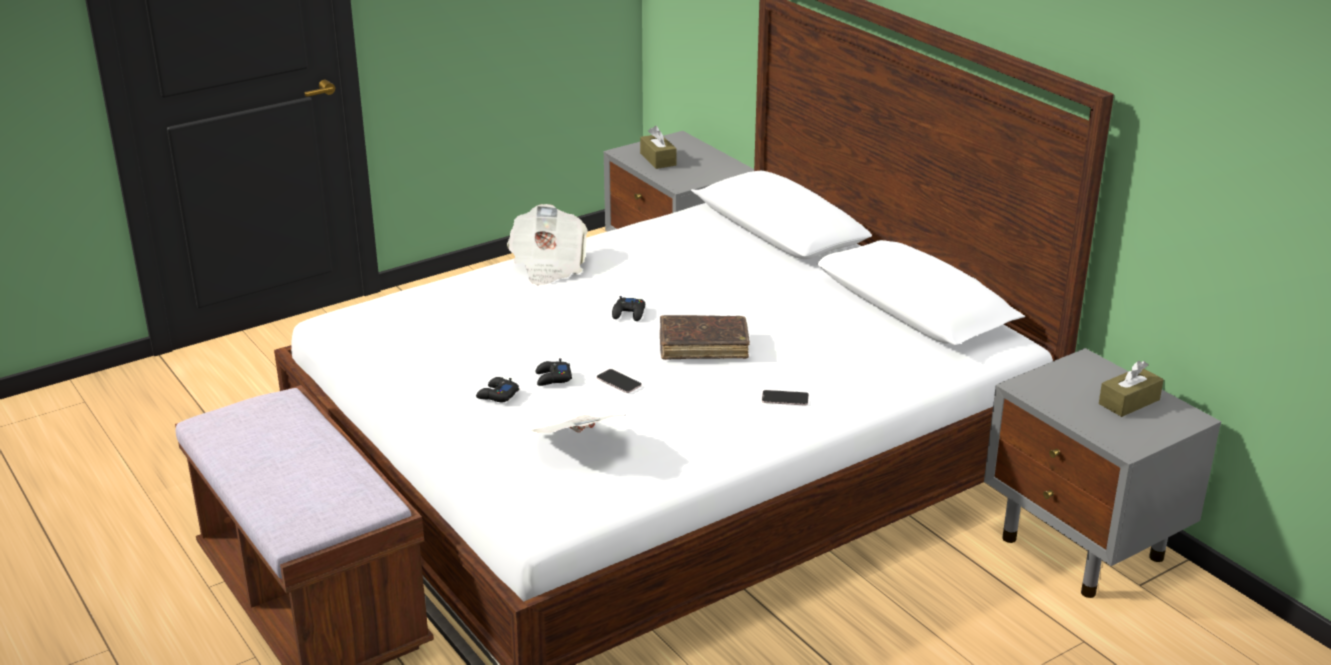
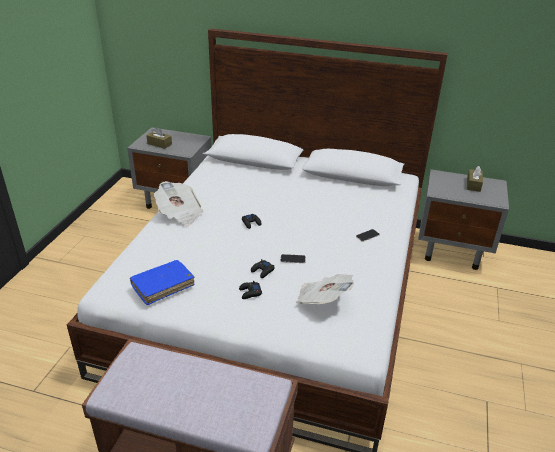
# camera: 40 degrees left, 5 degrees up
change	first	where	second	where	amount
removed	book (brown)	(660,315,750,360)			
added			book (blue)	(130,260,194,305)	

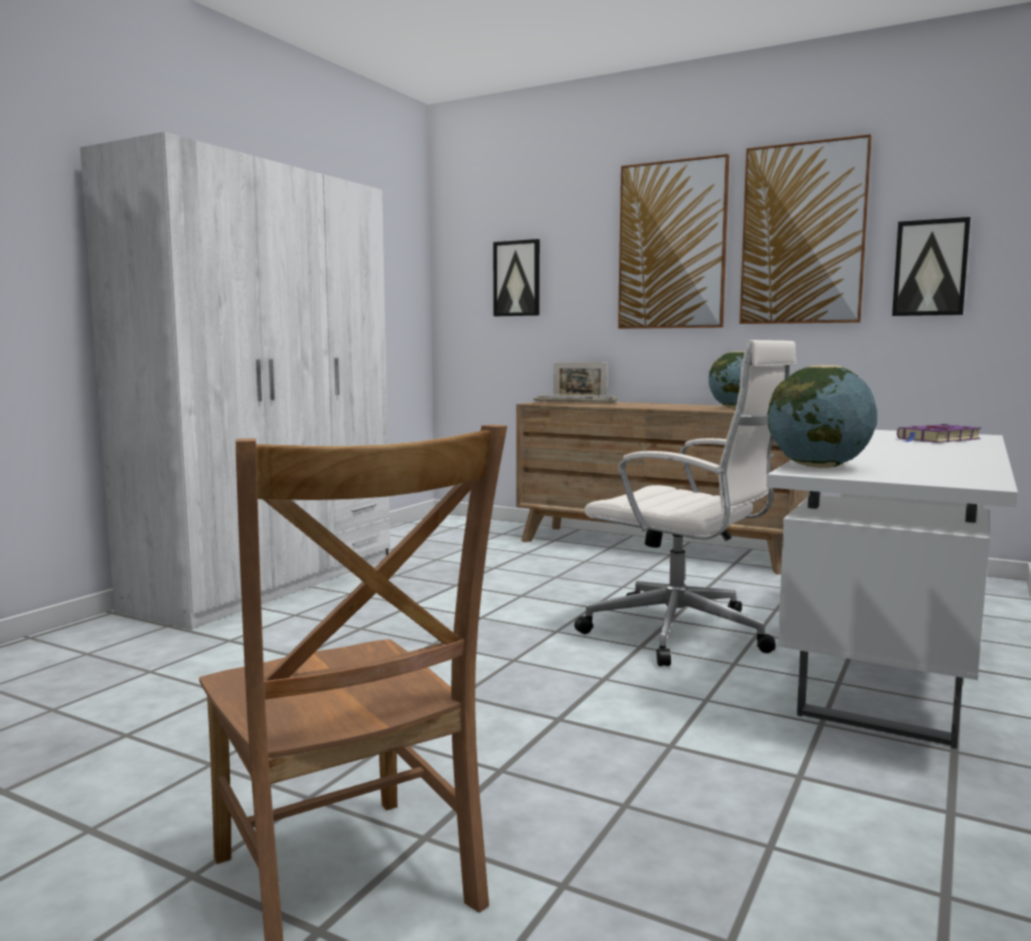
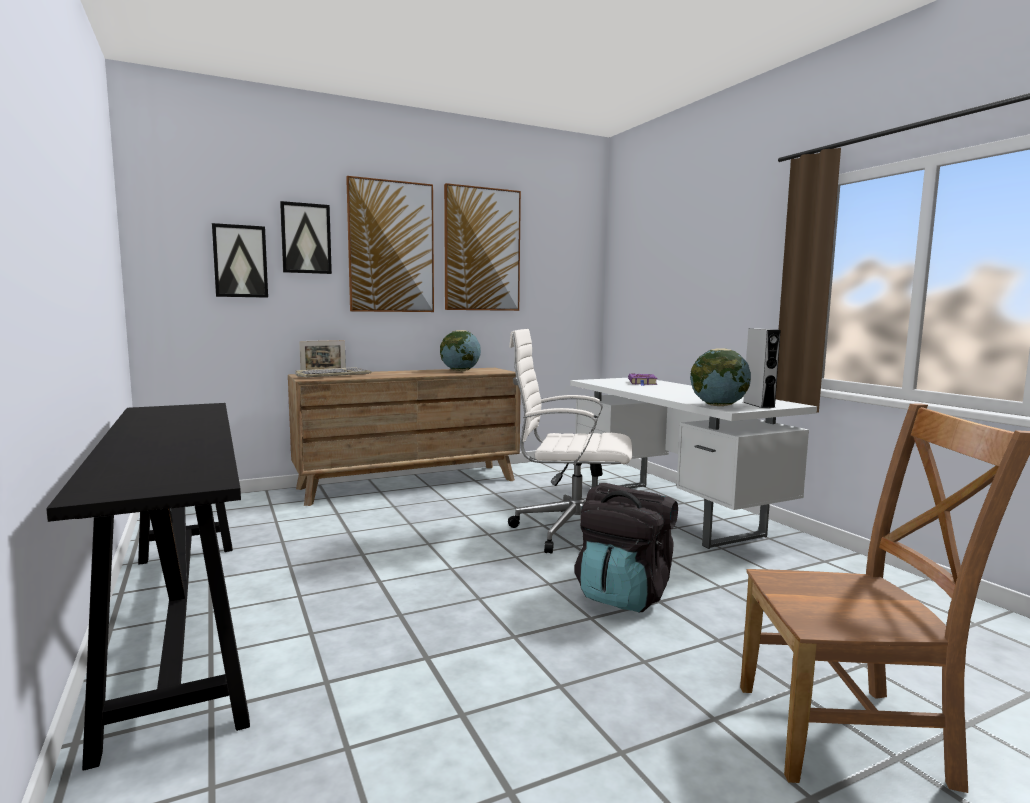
# camera: 55 degrees left, 0 degrees up
change	first	where	second	where	amount
added			backpack (black)	(575,483,678,612)	
added			speaker (grey)	(743,329,781,408)	
moved	picture	(892,217,970,316)		(280,201,332,274)	
replaced	wardrobe (white)	(80,132,390,630)	console table (black)	(46,403,250,771)	
turned	office chair (white)	(574,340,797,666)		(508,329,633,554)	150 degrees counterclockwise

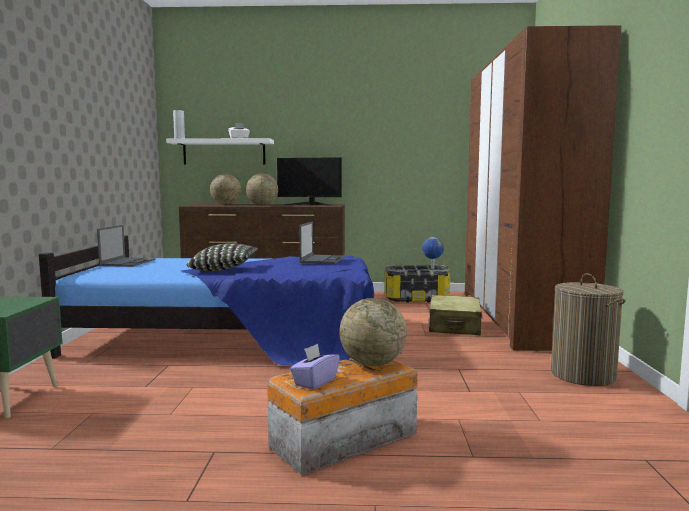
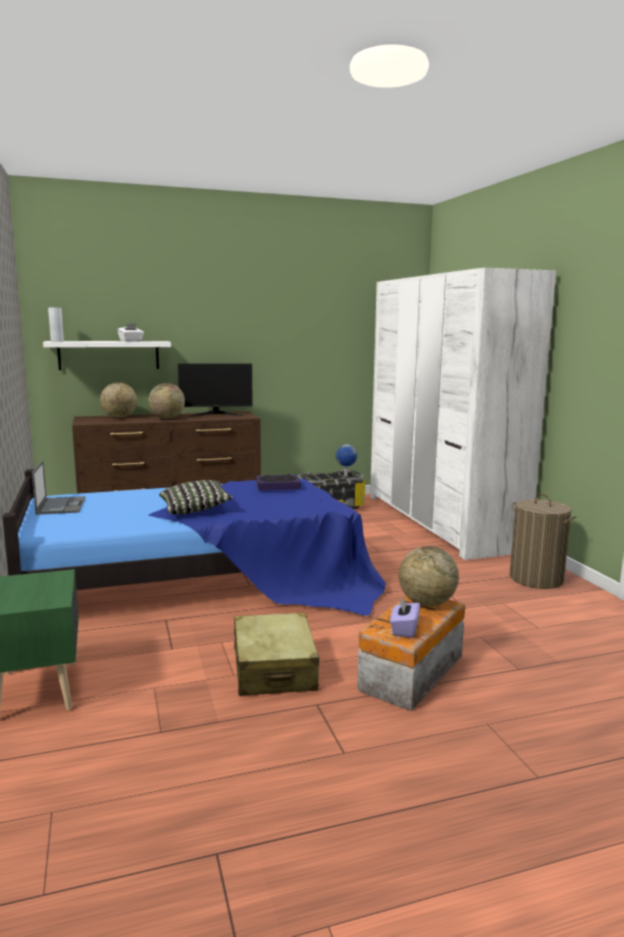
# camera: 20 degrees left, 5 degrees up
change	first	where	second	where	amount
moved	suitcase (beige)	(429,295,483,335)		(234,612,319,696)	
replaced	laptop	(299,222,345,264)	book	(256,474,301,491)	
recoloured	wardrobe (brown)	(465,25,622,351)	wardrobe (white)	(370,268,556,560)	

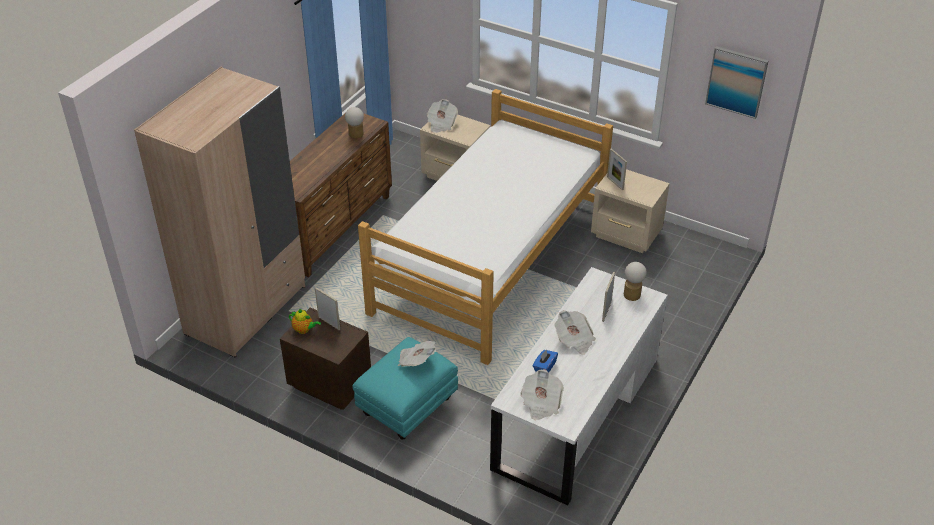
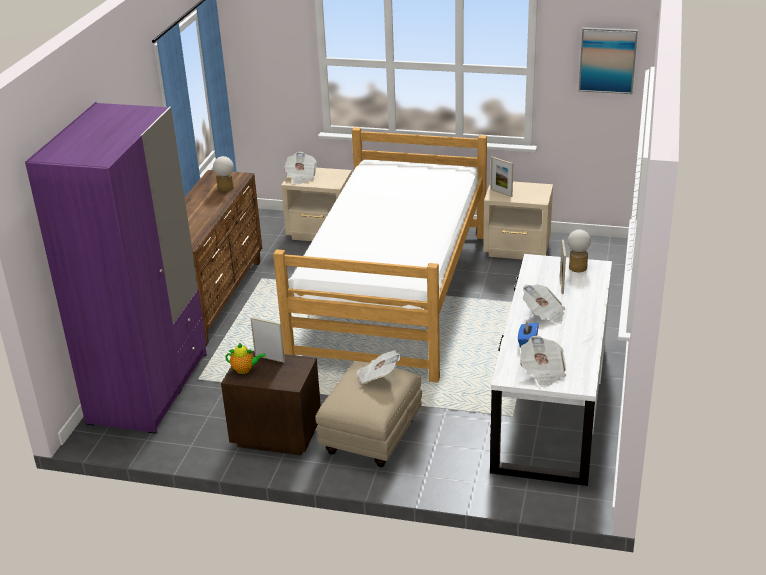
# camera: 15 degrees left, 10 degrees down
change	first	where	second	where	amount
recoloured	wardrobe (beige)	(134,66,305,357)	wardrobe (purple)	(25,102,207,434)	
recoloured	ottoman (turquoise)	(352,337,458,440)	ottoman (beige)	(315,361,422,467)	

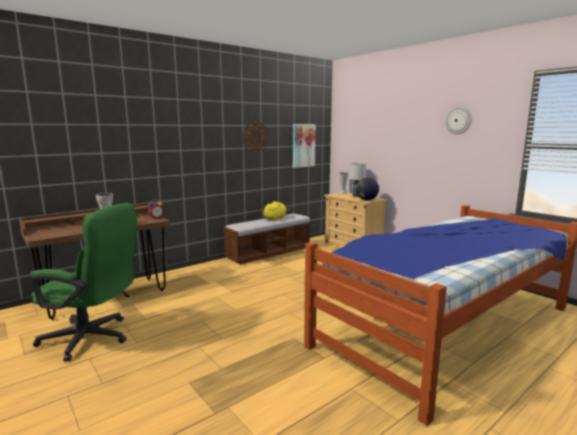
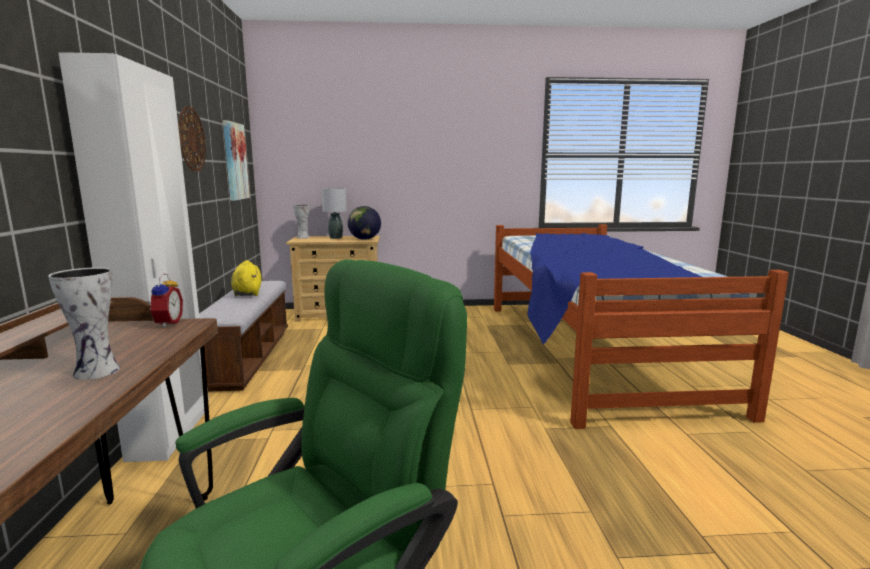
# camera: 55 degrees left, 0 degrees up
change	first	where	second	where	amount
removed	wall clock	(446,107,472,134)			
added			wardrobe (white)	(58,52,209,462)	

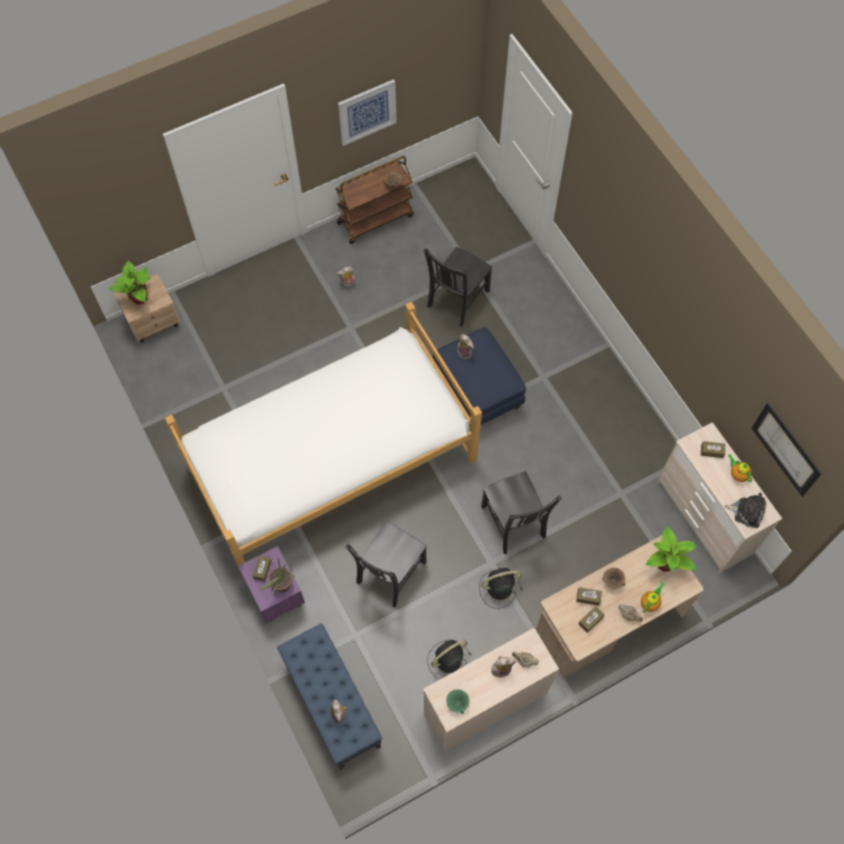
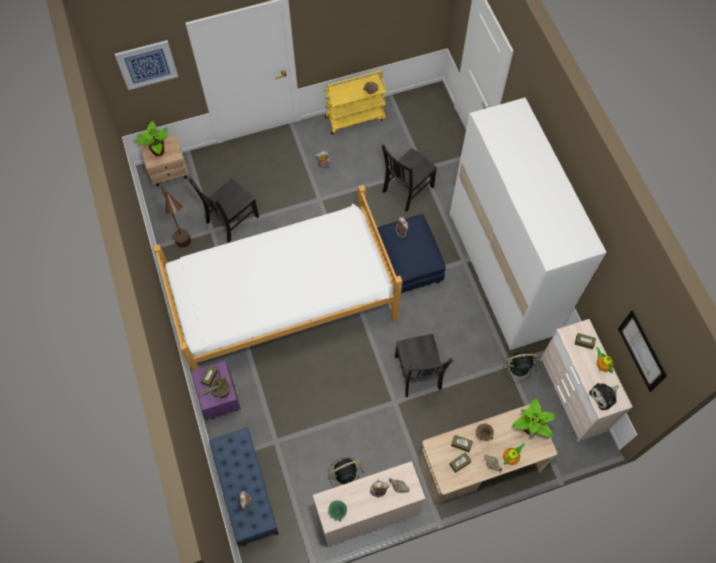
# camera: 10 degrees right, 0 degrees up
change	first	where	second	where	amount
added			floor lamp (brown)	(160,185,191,248)	
added			wardrobe (white)	(449,97,607,350)	
moved	picture	(338,79,397,146)		(115,40,178,90)	
moved	chair (black)	(345,521,427,607)		(188,178,259,243)	
moved	fan (black)	(479,568,522,609)		(503,351,539,383)	
recoloured	cart (brown)	(335,156,414,244)	cart (yellow)	(325,70,386,135)	
turned	plush toy	(725,493,766,528)		(589,383,618,410)	120 degrees clockwise

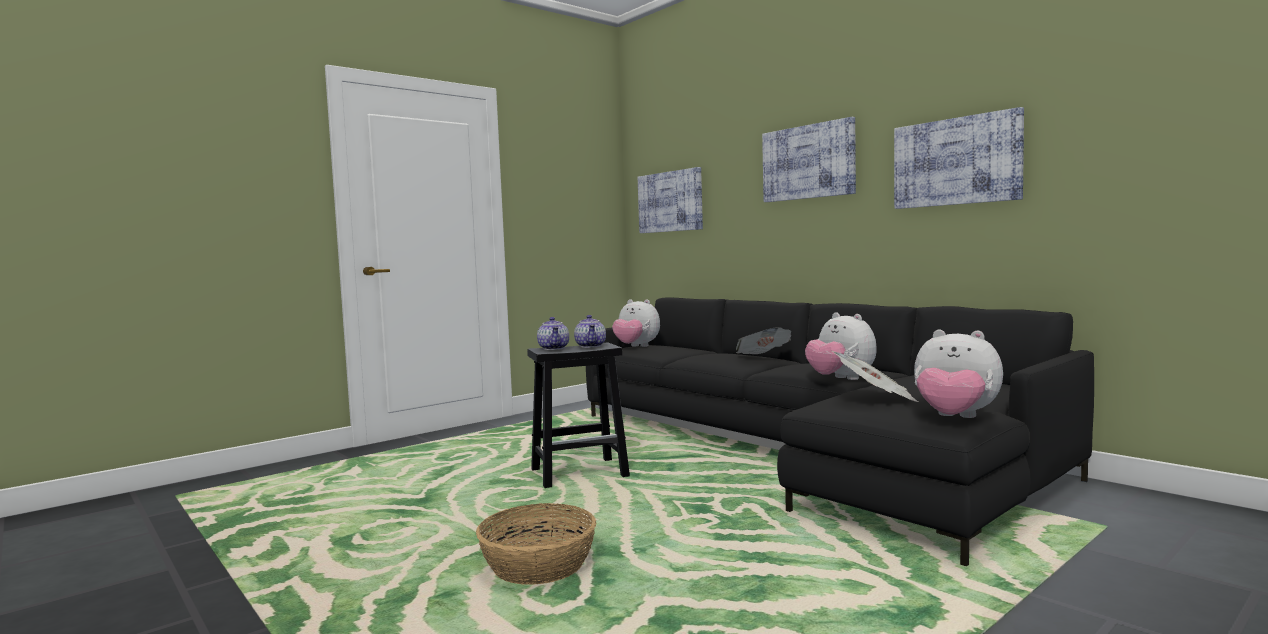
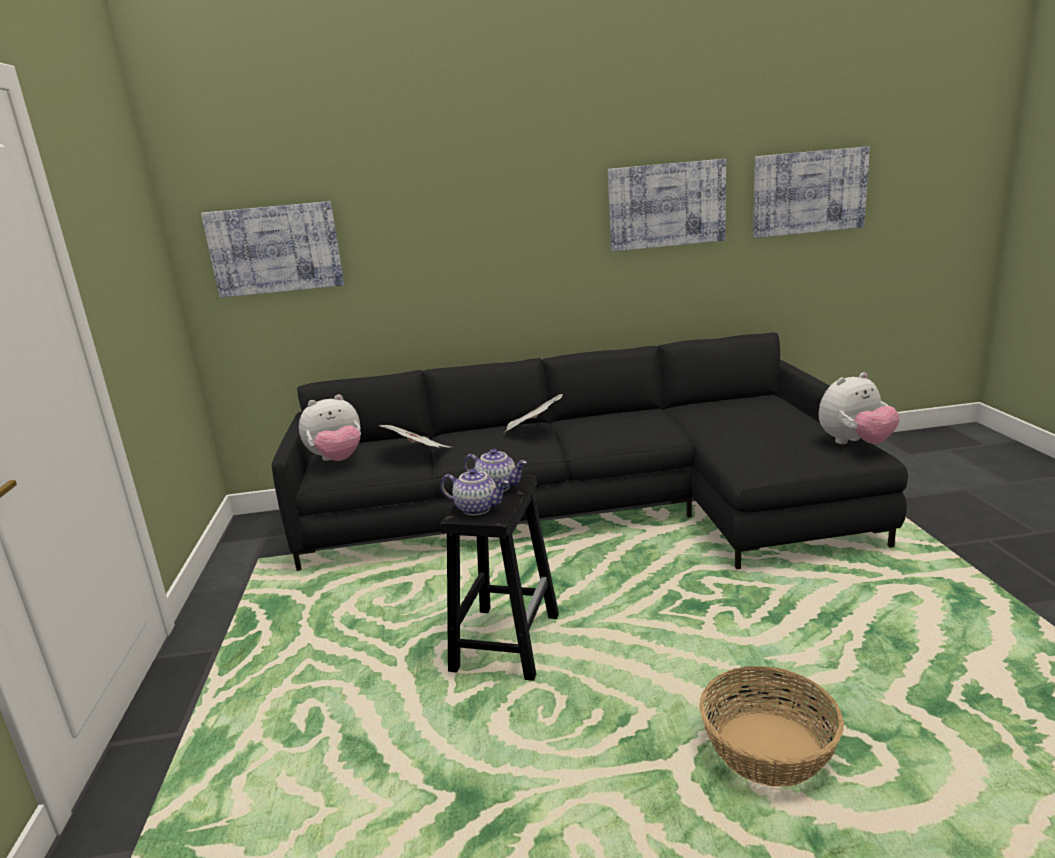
# camera: 55 degrees left, 15 degrees up
change	first	where	second	where	amount
removed	plush toy	(805,312,877,380)			
moved	picture	(762,117,856,202)		(753,146,870,238)	
moved	newspaper	(832,351,918,402)		(380,425,449,448)	

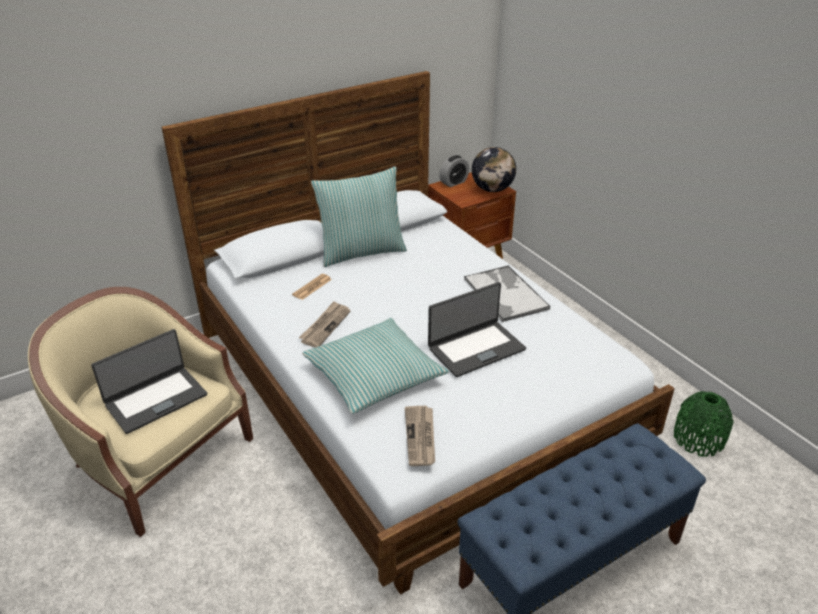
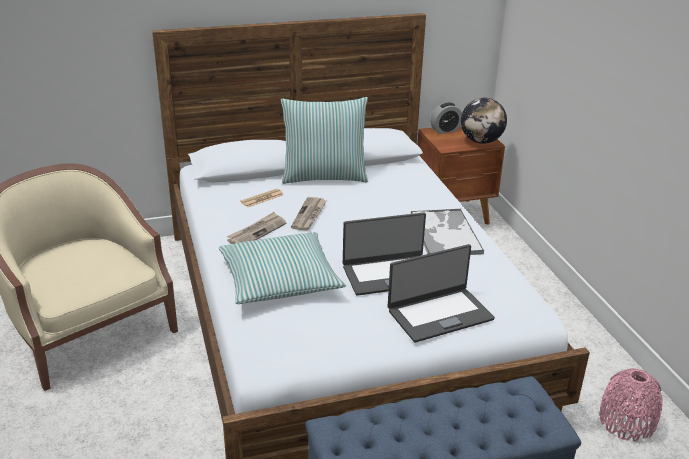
# camera: 15 degrees right, 5 degrees down
change	first	where	second	where	amount
moved	laptop	(91,329,207,434)		(388,244,495,342)	
moved	newspaper	(405,405,435,466)		(291,197,327,231)	
recoloured	vase (green)	(674,391,734,457)	vase (pink)	(599,368,663,441)	

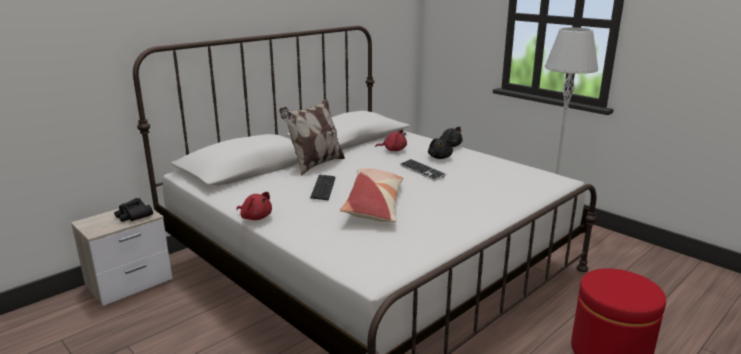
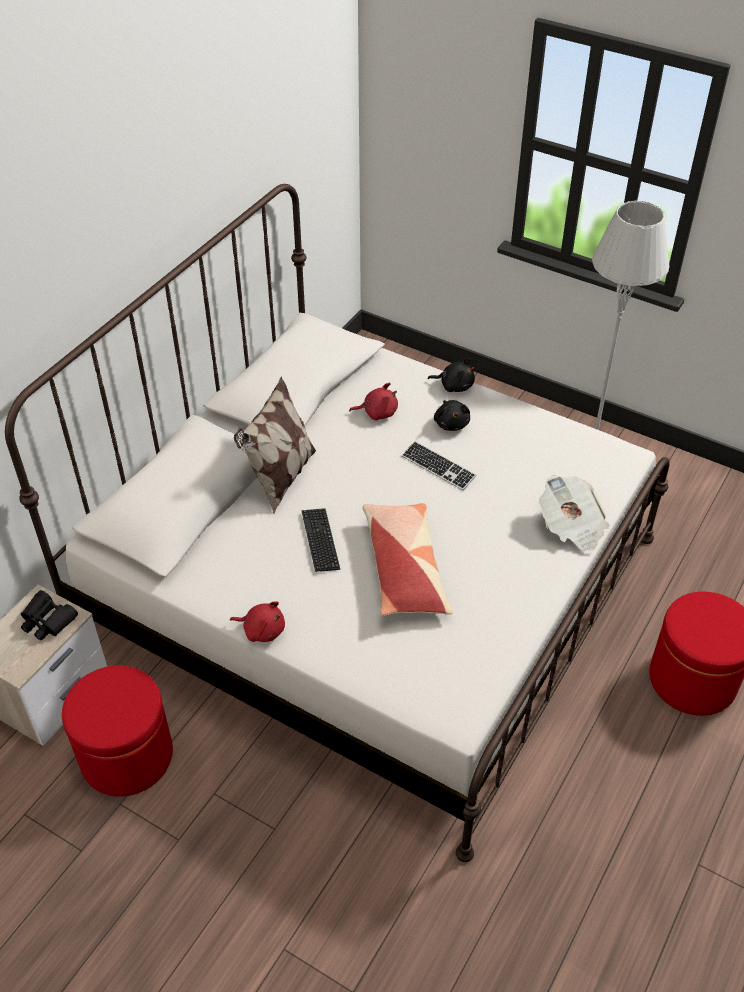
# camera: 15 degrees left, 25 degrees up
change	first	where	second	where	amount
added			ottoman (red)	(62,665,173,797)	
added			newspaper	(539,475,610,554)	

